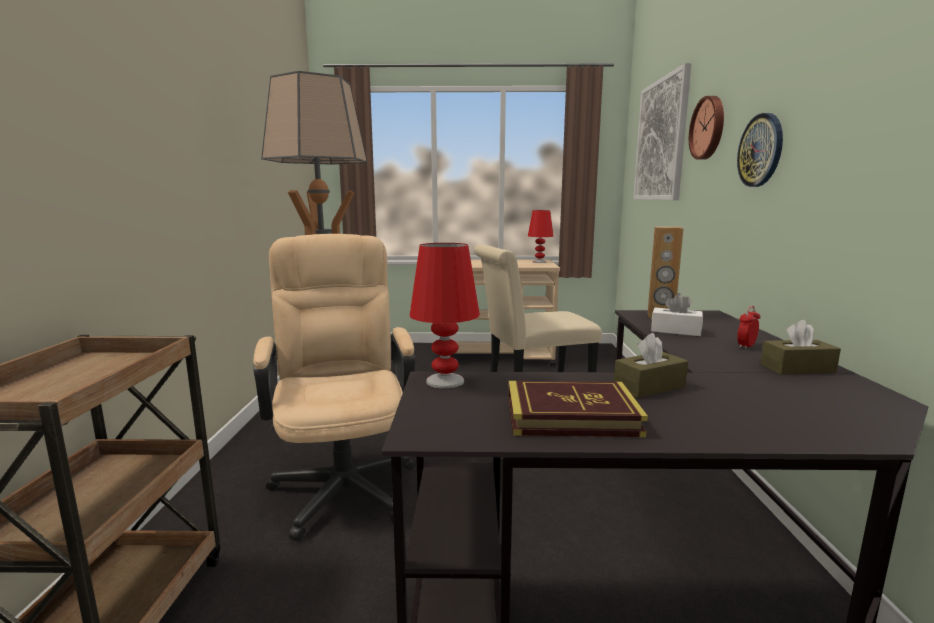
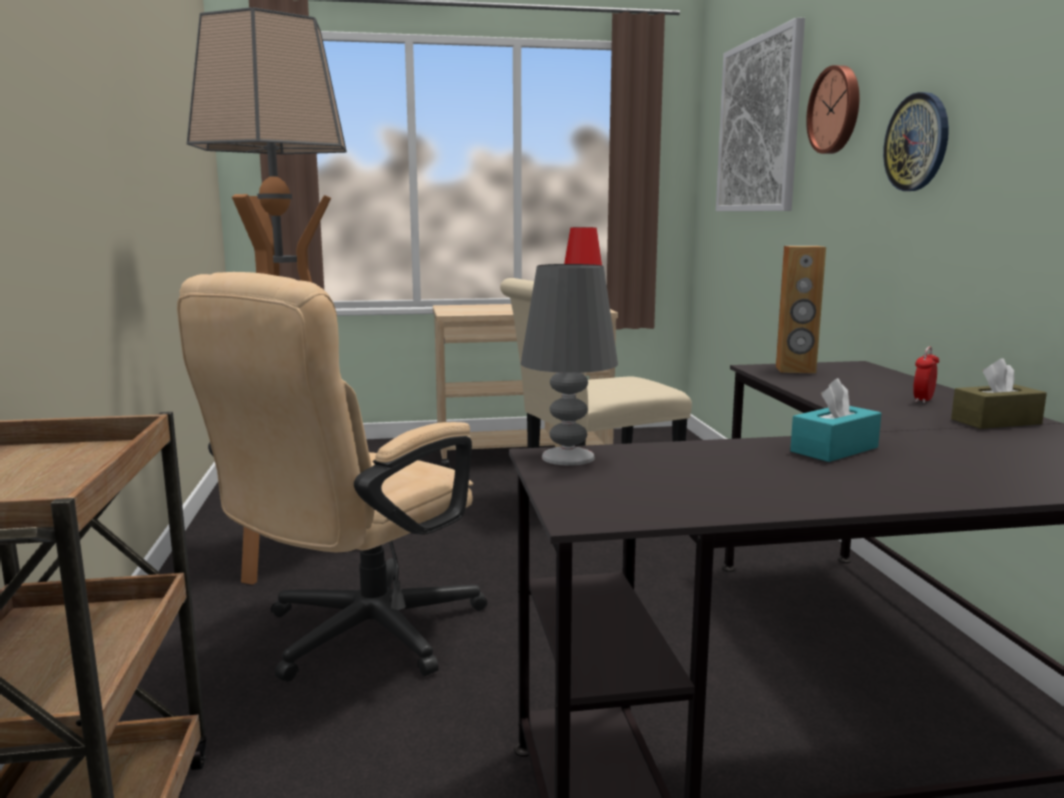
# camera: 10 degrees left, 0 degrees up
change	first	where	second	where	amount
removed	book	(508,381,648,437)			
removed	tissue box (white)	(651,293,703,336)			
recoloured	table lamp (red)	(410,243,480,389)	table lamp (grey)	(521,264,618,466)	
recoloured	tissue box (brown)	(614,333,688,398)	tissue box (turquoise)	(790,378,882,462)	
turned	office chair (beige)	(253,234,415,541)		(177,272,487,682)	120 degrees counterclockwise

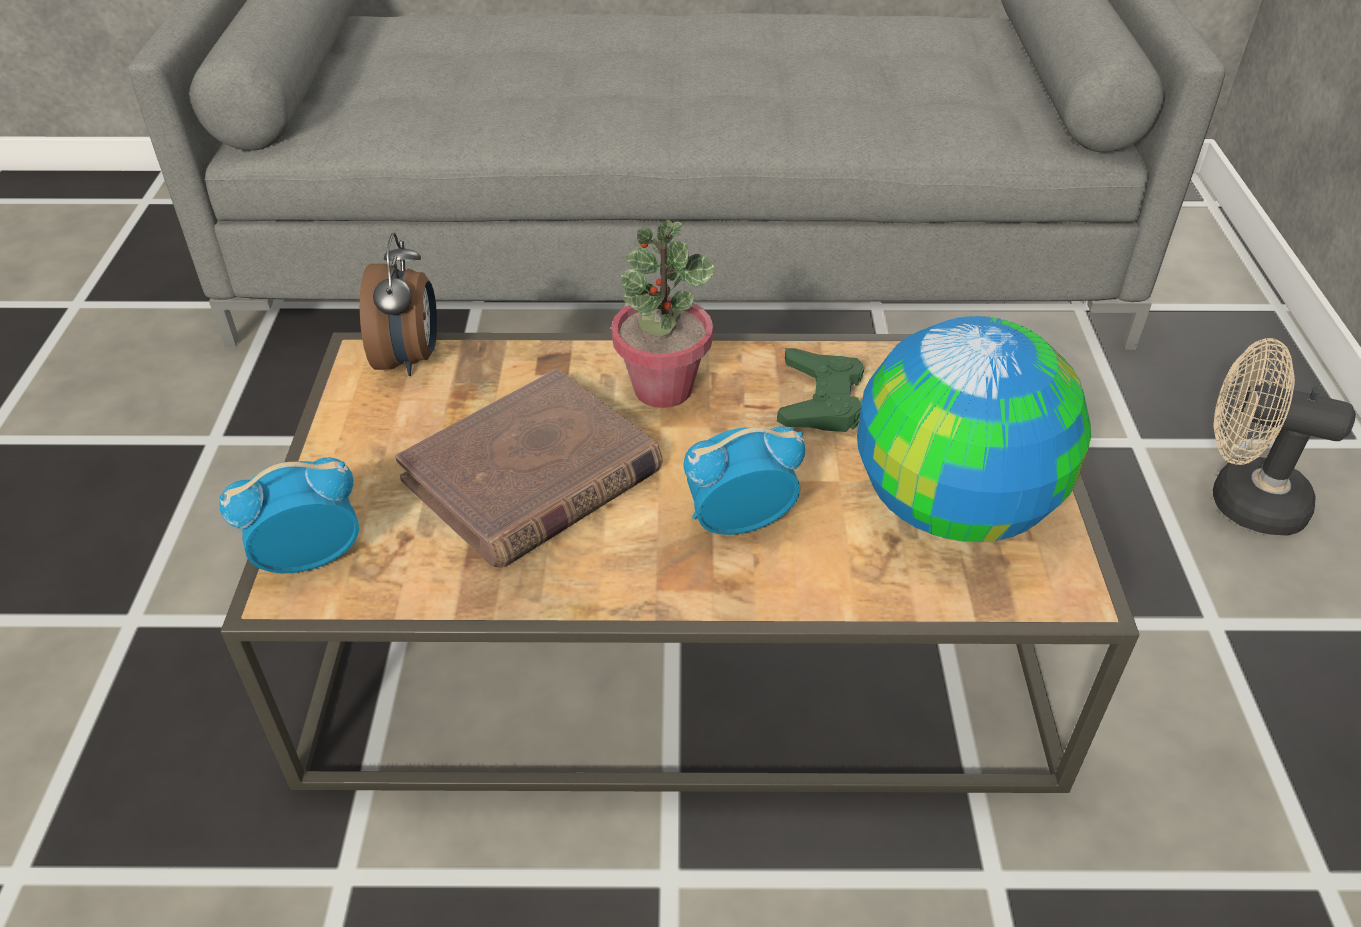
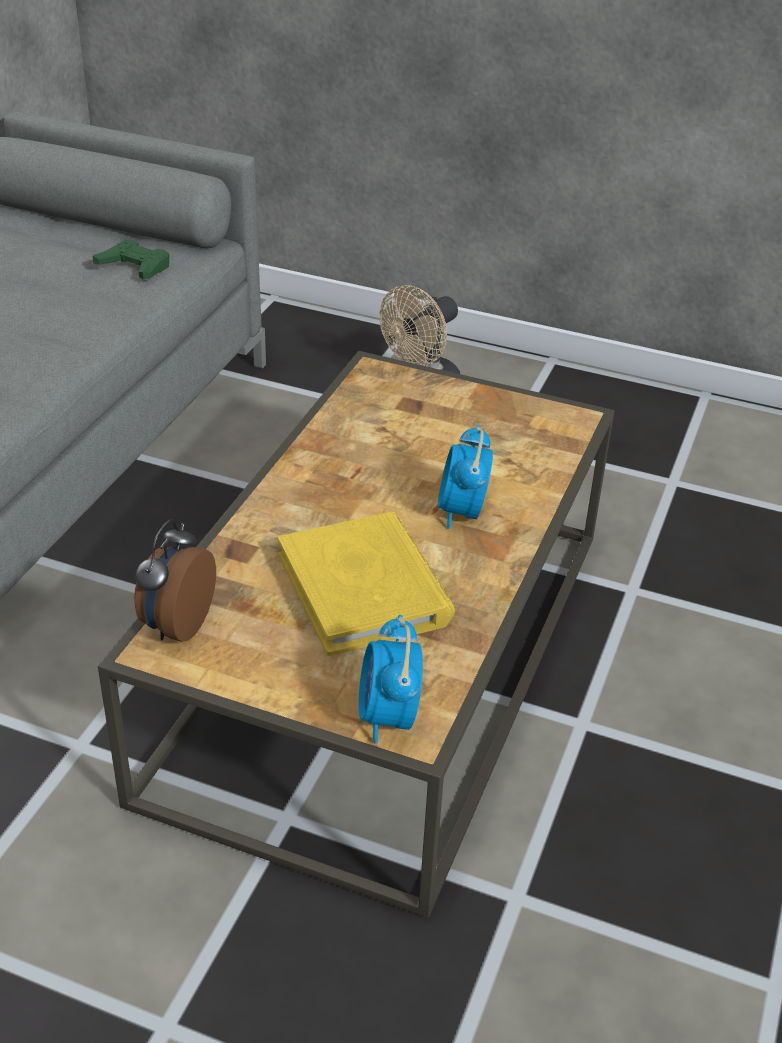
# camera: 70 degrees left, 5 degrees down
change	first	where	second	where	amount
removed	potted plant	(611,220,715,408)			
removed	globe	(857,316,1091,542)			
moved	game controller (green)	(777,348,865,432)		(93,240,169,280)	
recoloured	book (brown)	(395,369,662,568)	book (yellow)	(278,512,455,656)	
turned	alarm clock	(360,233,437,376)		(134,519,216,642)	90 degrees counterclockwise

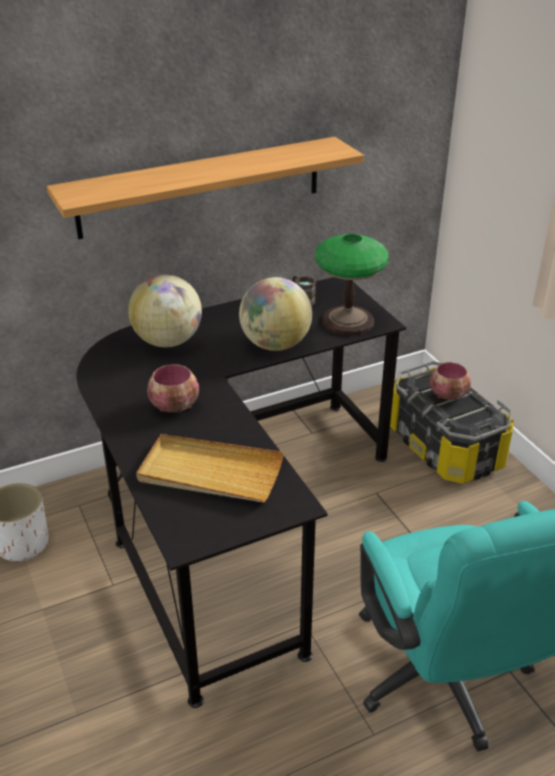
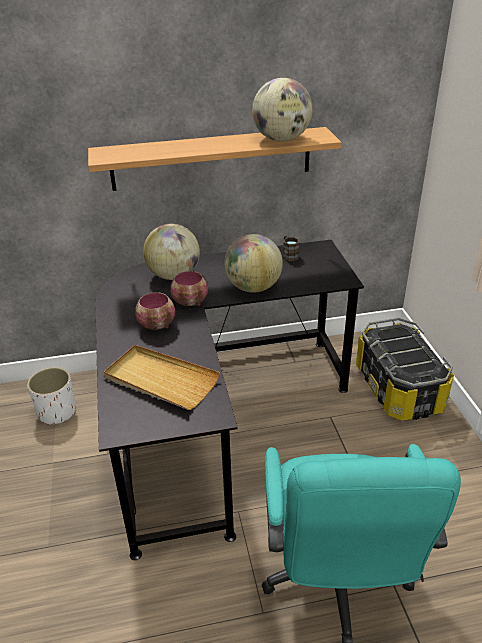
# camera: 15 degrees right, 0 degrees up
change	first	where	second	where	amount
removed	table lamp	(315,234,388,336)			
added			globe	(252,78,313,142)	
moved	bowl	(430,362,471,400)		(170,271,208,307)	

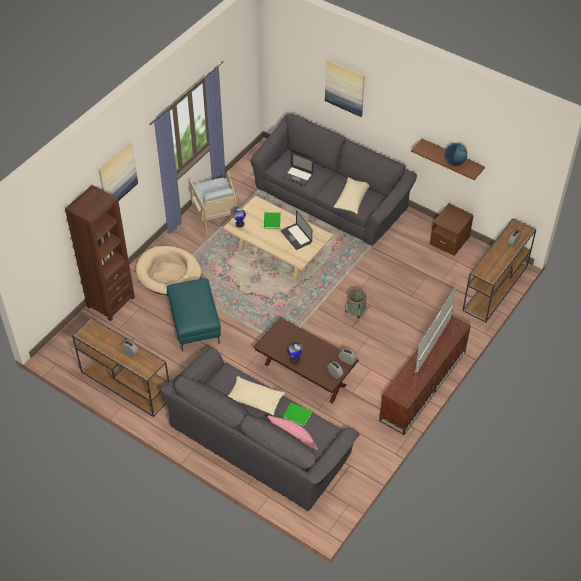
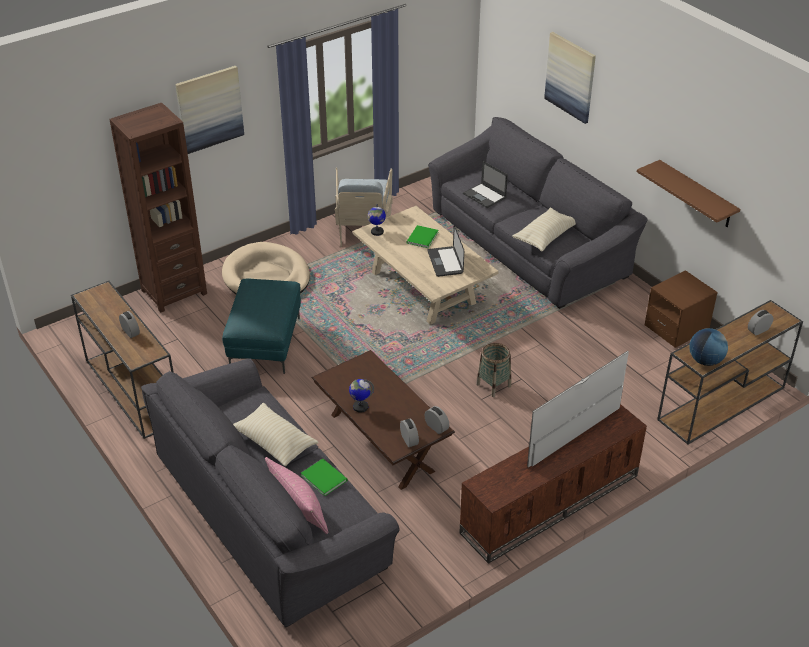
# camera: 20 degrees right, 10 degrees down
change	first	where	second	where	amount
moved	globe	(445,143,467,166)		(689,328,728,366)	

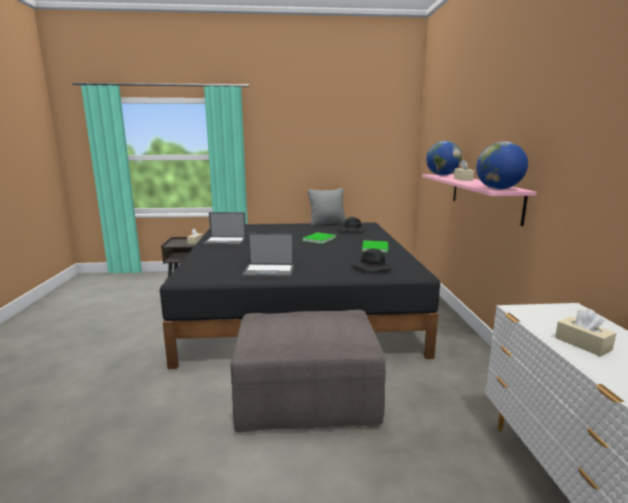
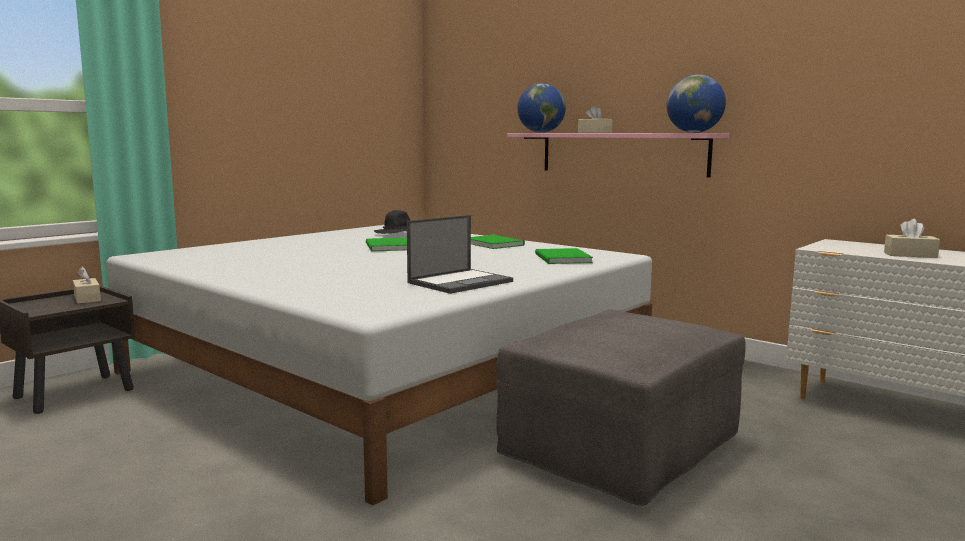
# camera: 45 degrees left, 5 degrees down
change	first	where	second	where	amount
removed	laptop	(203,212,246,246)			
removed	pillow (grey)	(308,188,346,226)			
replaced	hat (black)	(353,248,393,272)	book (green)	(535,248,593,264)	
recoloured	bed (black)	(160,222,440,369)	bed (white)	(106,225,652,506)	

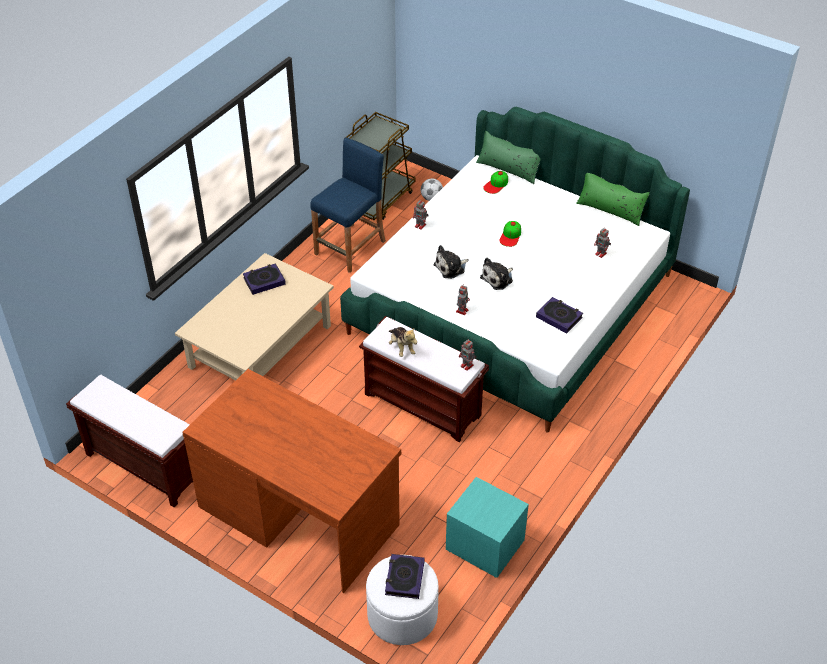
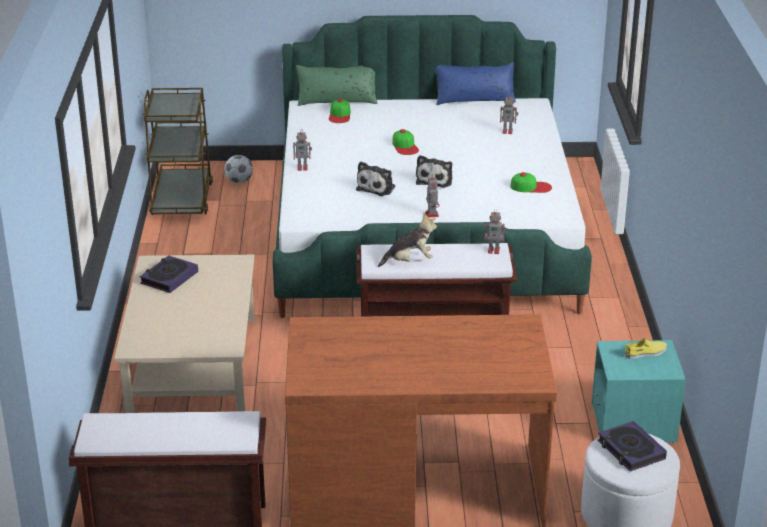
# camera: 35 degrees left, 15 degrees down
change	first	where	second	where	amount
removed	stool (blue)	(310,137,386,273)			
added			shoe (yellow)	(624,338,667,359)	
replaced	book	(536,297,583,334)	cap	(511,172,552,193)	
recoloured	pillow (green)	(576,173,650,226)	pillow (blue)	(435,62,516,105)	
turned	plush toy	(389,327,417,357)		(378,213,437,267)	45 degrees counterclockwise

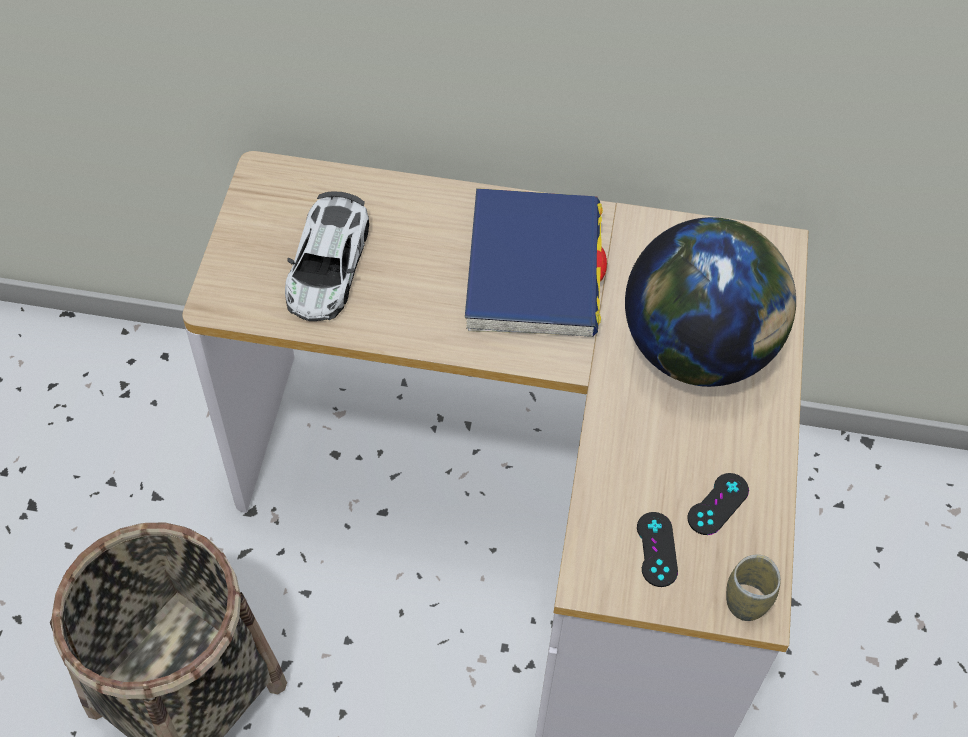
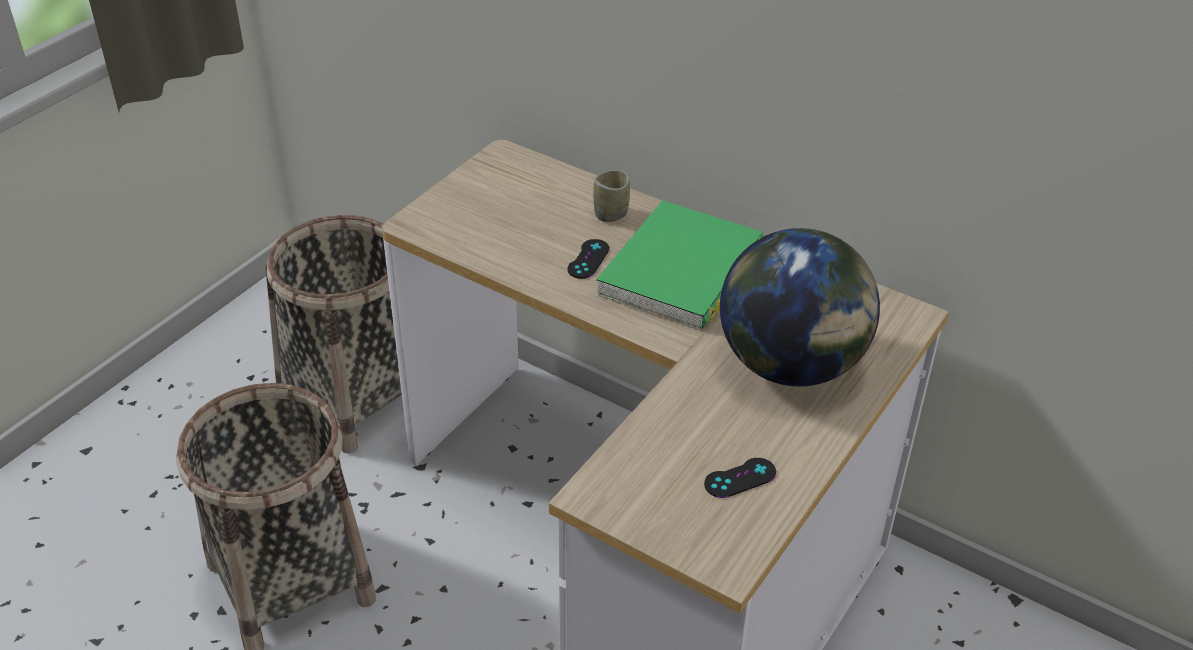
# camera: 25 degrees right, 15 degrees down
change	first	where	second	where	amount
removed	toy car	(285,192,369,321)			
added			basket	(265,215,402,454)	
moved	game controller (black)	(637,512,678,587)		(567,239,609,279)	
moved	cup	(726,554,781,621)		(593,170,630,222)	
recoloured	book (blue)	(465,188,607,337)	book (green)	(596,200,764,329)	

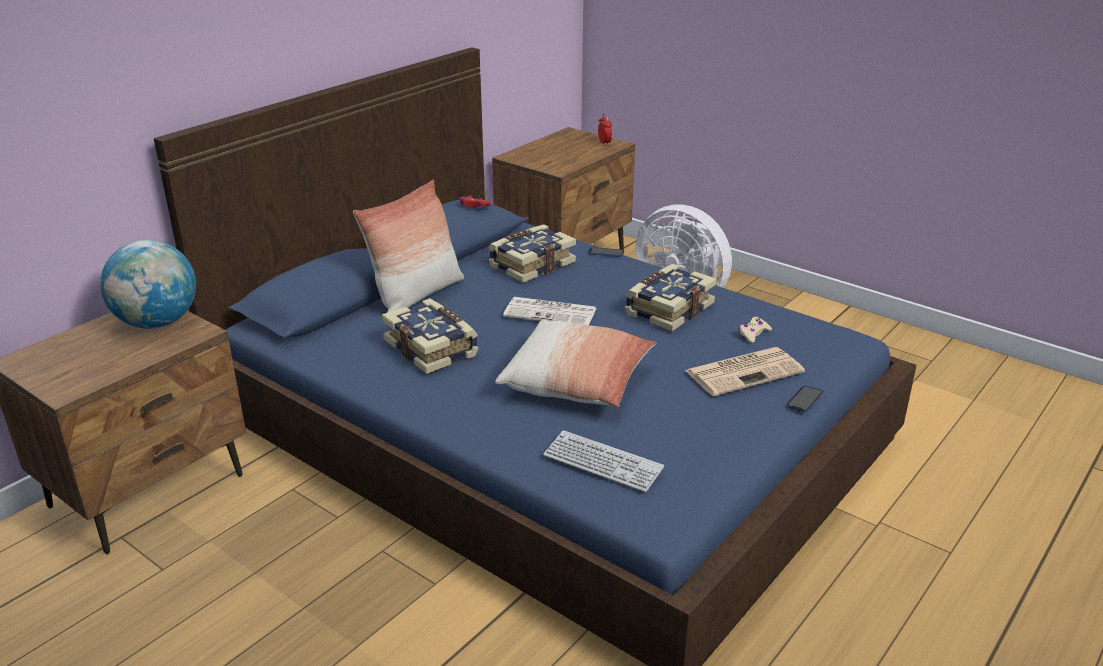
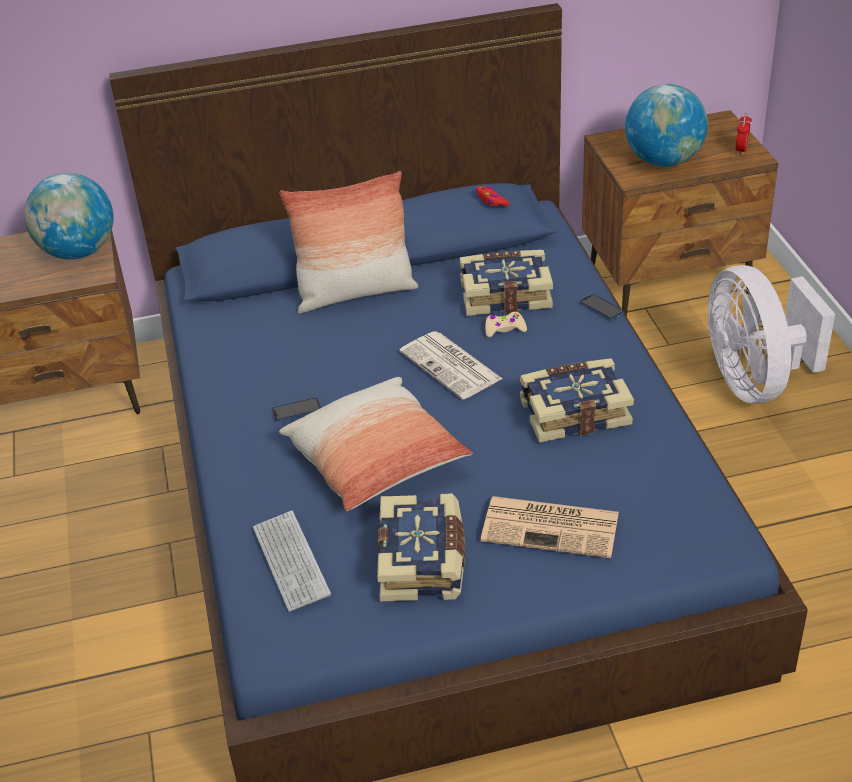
# camera: 40 degrees right, 10 degrees up
change	first	where	second	where	amount
added			globe	(625,84,708,167)	
moved	book	(382,298,478,374)		(377,493,465,602)	
moved	game controller (beige)	(739,317,772,343)		(485,312,527,338)	
moved	phone	(787,386,824,412)		(272,398,321,422)	

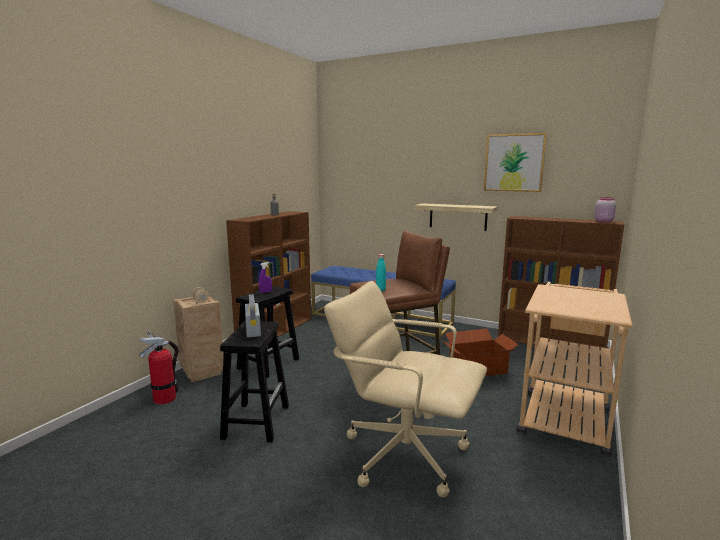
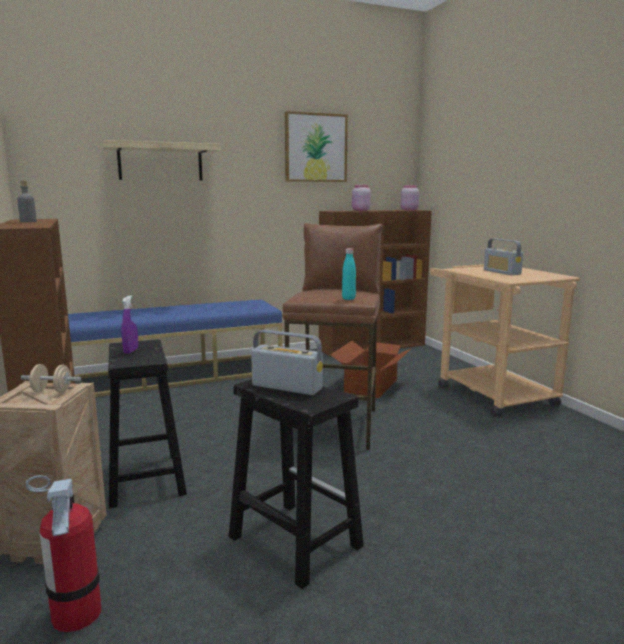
# camera: 50 degrees left, 0 degrees up
change	first	where	second	where	amount
removed	office chair (beige)	(324,281,487,498)			
added			jar (pink)	(352,185,371,211)	
added			radio	(484,239,523,275)	
moved	shelf	(414,203,498,231)		(102,140,221,180)	

